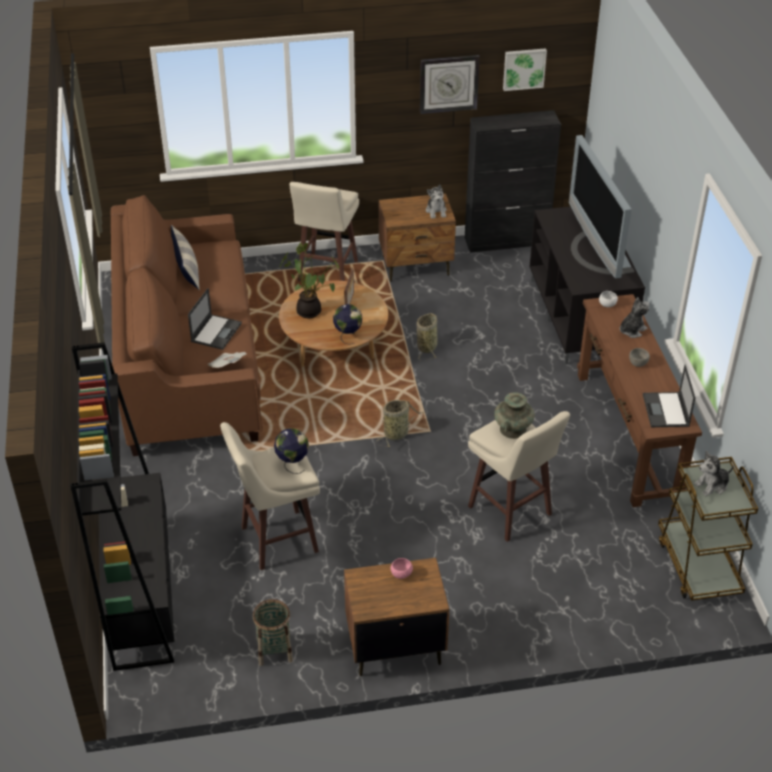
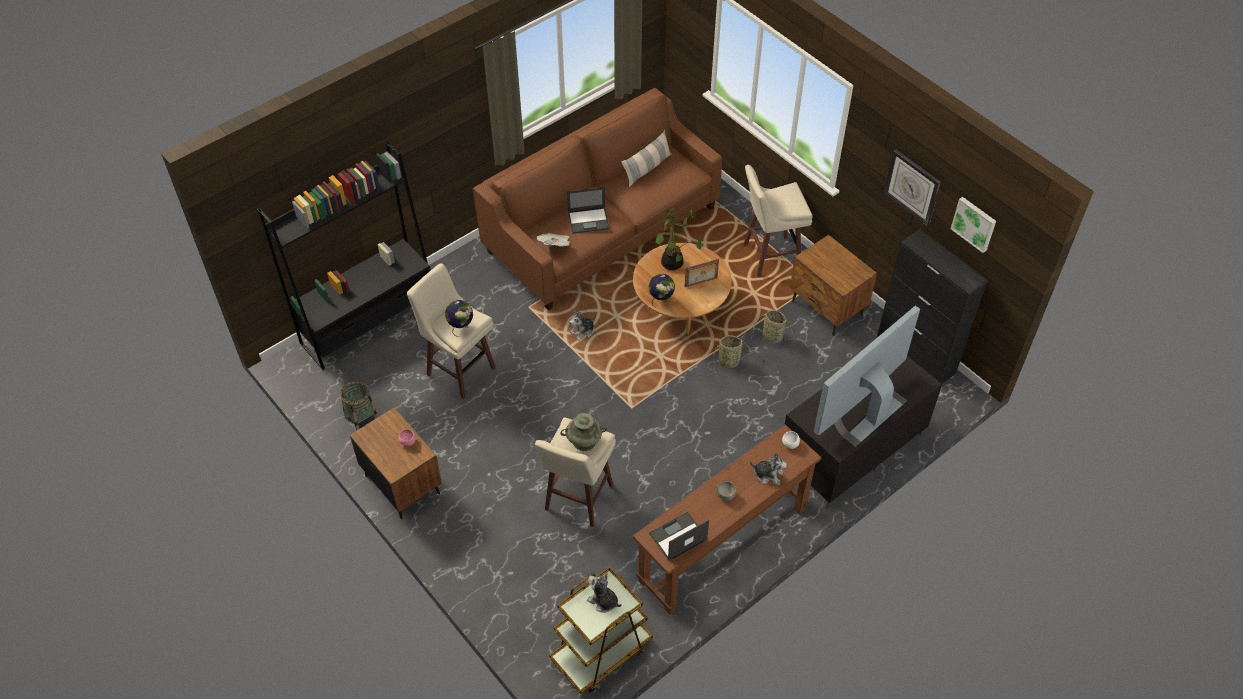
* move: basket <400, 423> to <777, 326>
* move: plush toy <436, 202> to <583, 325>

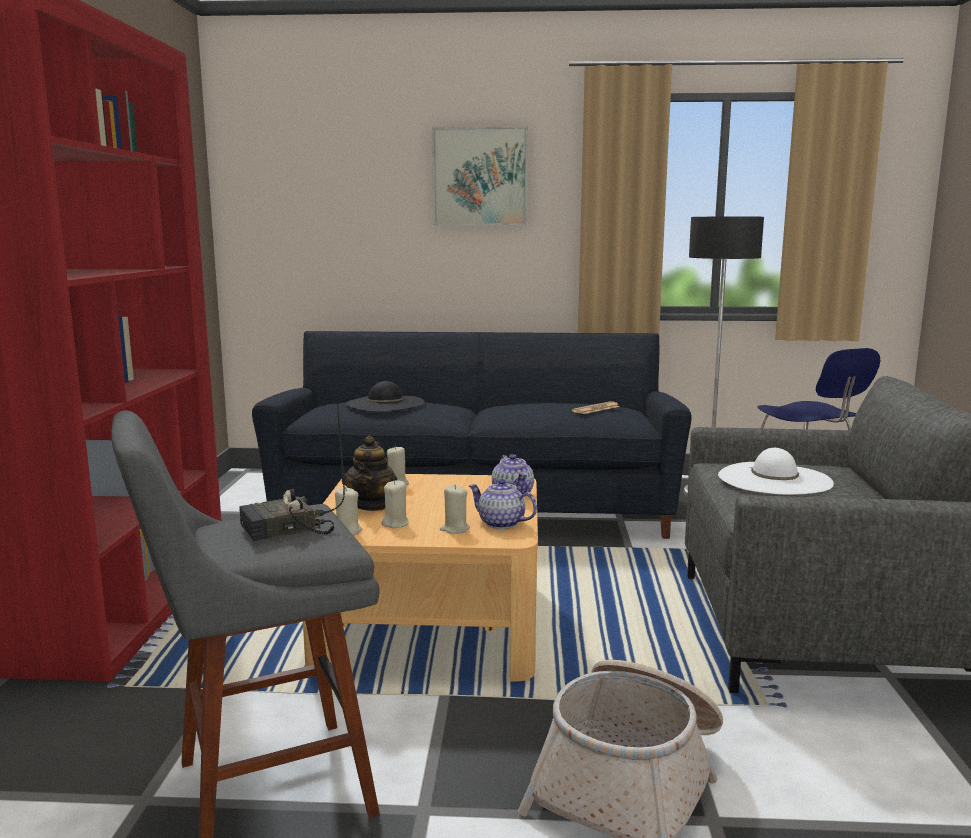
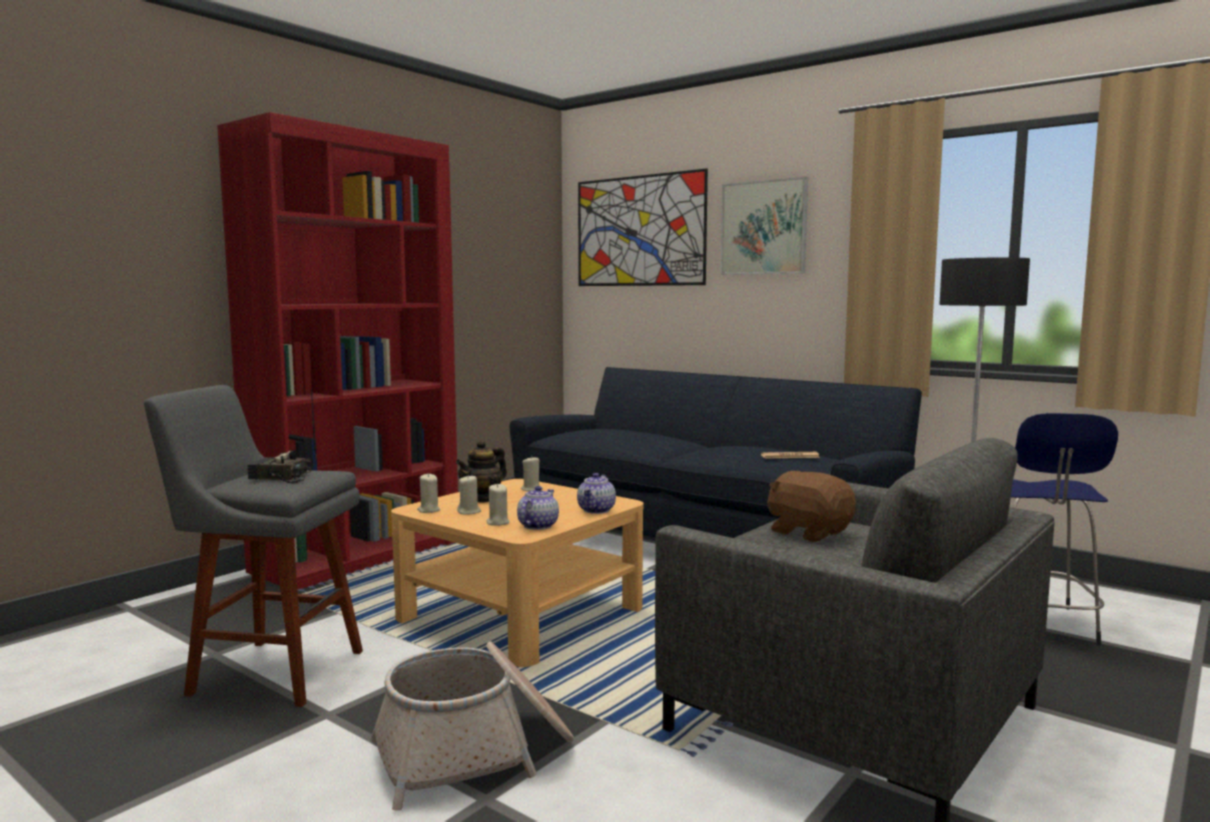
* delete: black hat <385, 396>
* insert: picture <643, 227>
* replace: white hat <776, 471> to brown plush toy <811, 506>
* rotate: teapot <502, 504> = <538, 508> 45 degrees clockwise

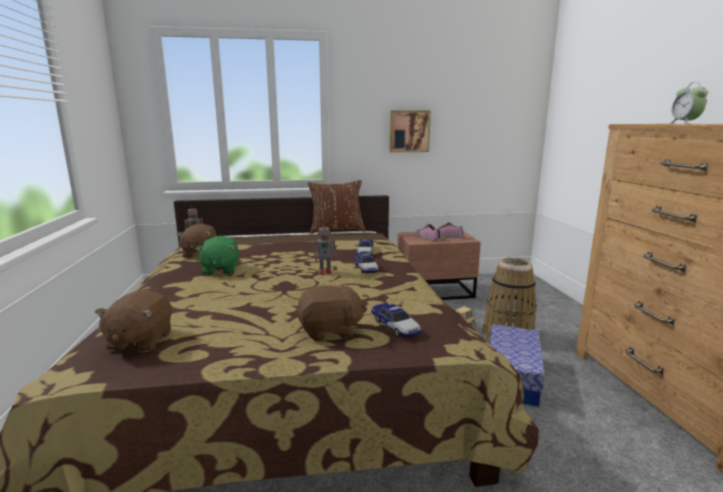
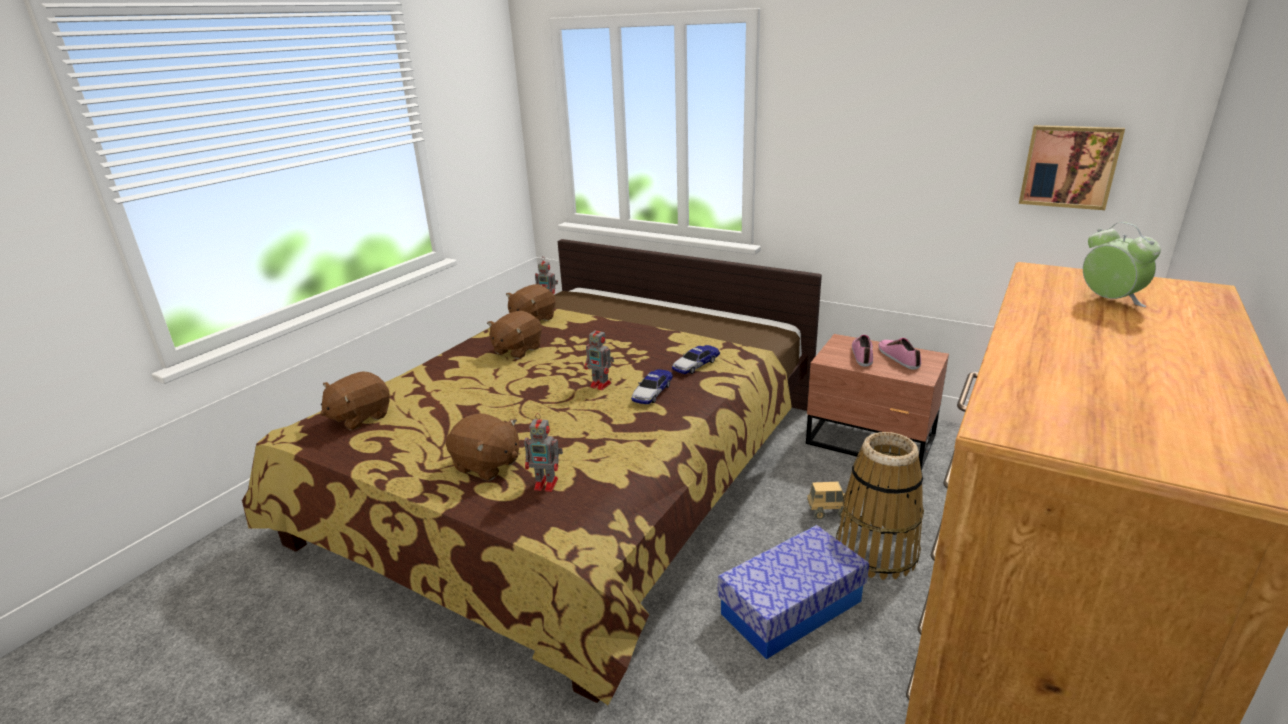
* delete: brown pillow <336, 207>
* move: picture <410, 131> to <1072, 167>
* replace: toy car <396, 320> to toy robot <543, 452>
* recolor: green plush toy <217, 255> to brown plush toy <514, 335>
* rotate: alarm clock <688, 103> = <1122, 264> 120 degrees clockwise

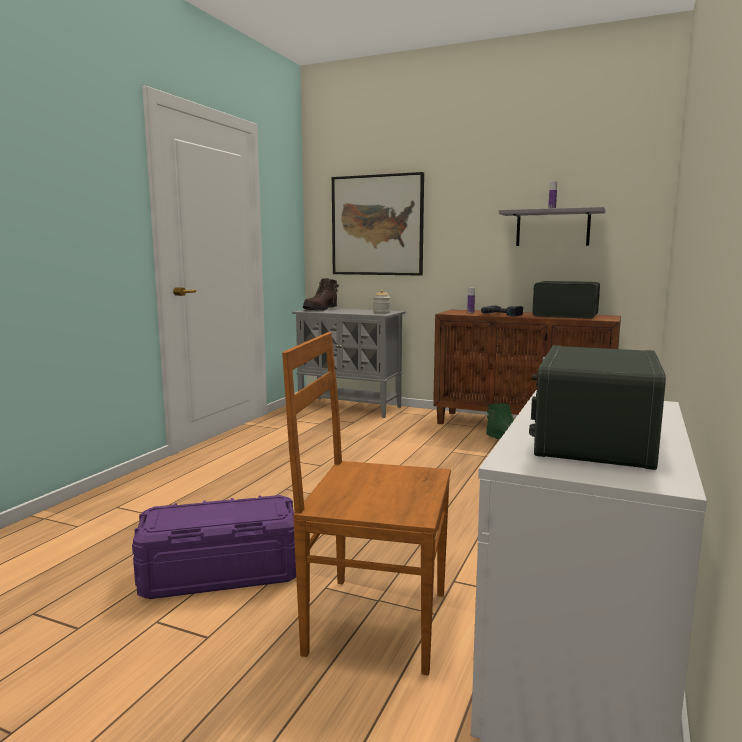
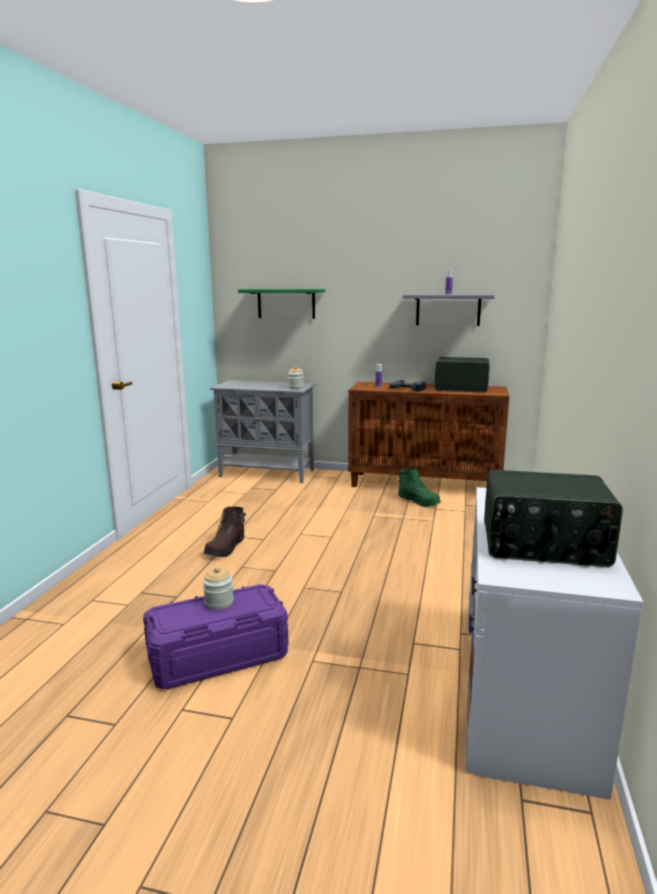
* delete: brown chair <366, 503>
* insert: jar <218, 588>
* move: brown boot <321, 294> to <225, 532>
* replace: picture <378, 224> to green shelf <281, 304>
* rotate: radio <597, 407> = <553, 518> 90 degrees counterclockwise

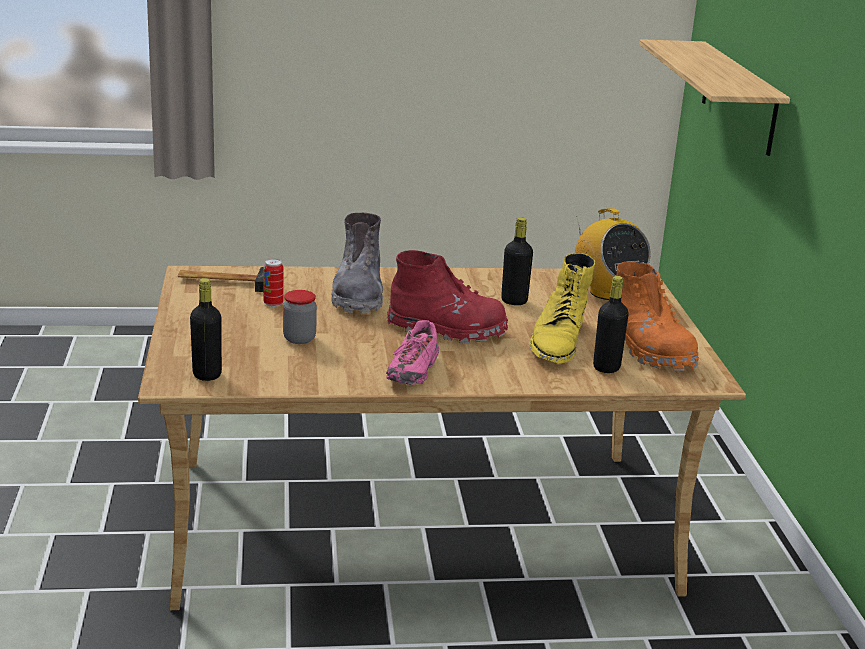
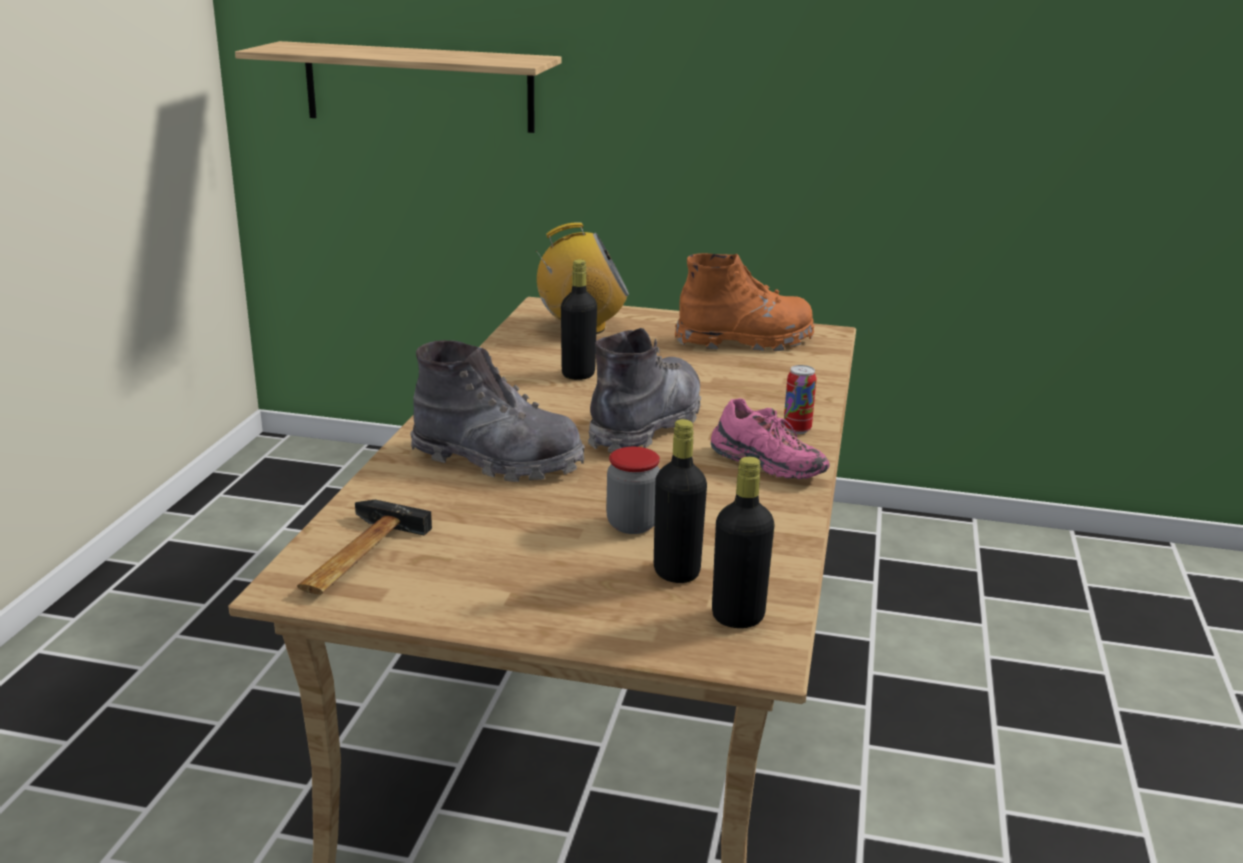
* delete: yellow boot <562, 308>
* move: can <273, 283> to <800, 399>
* move: black bottle <611, 324> to <680, 501>
* recolor: red boot <447, 297> to grey boot <644, 390>

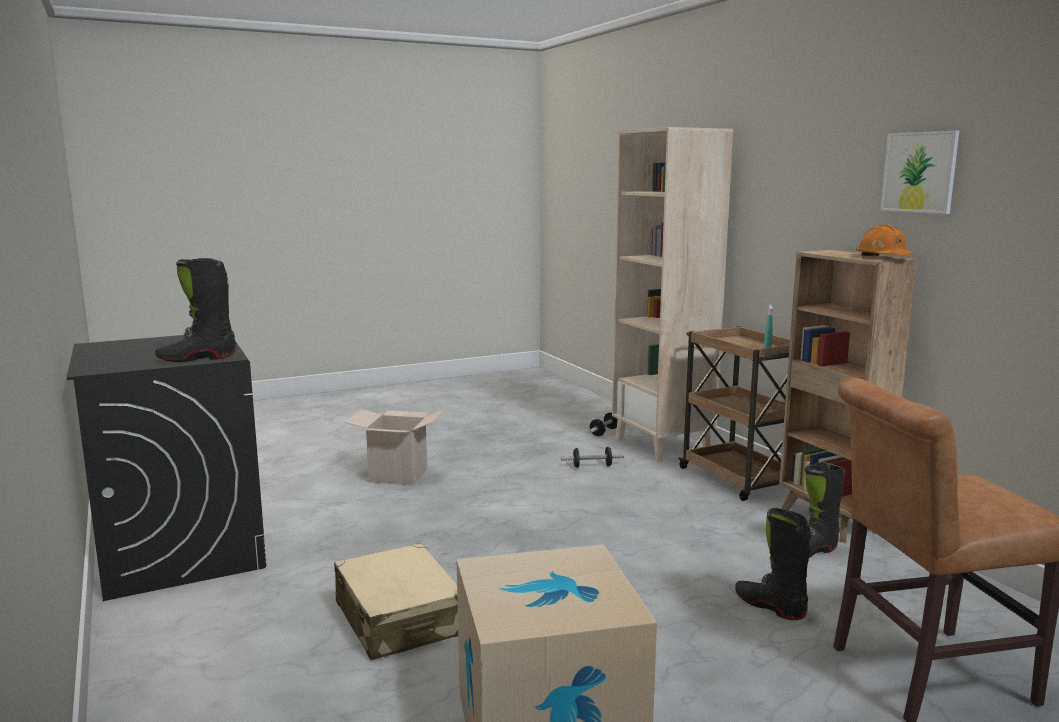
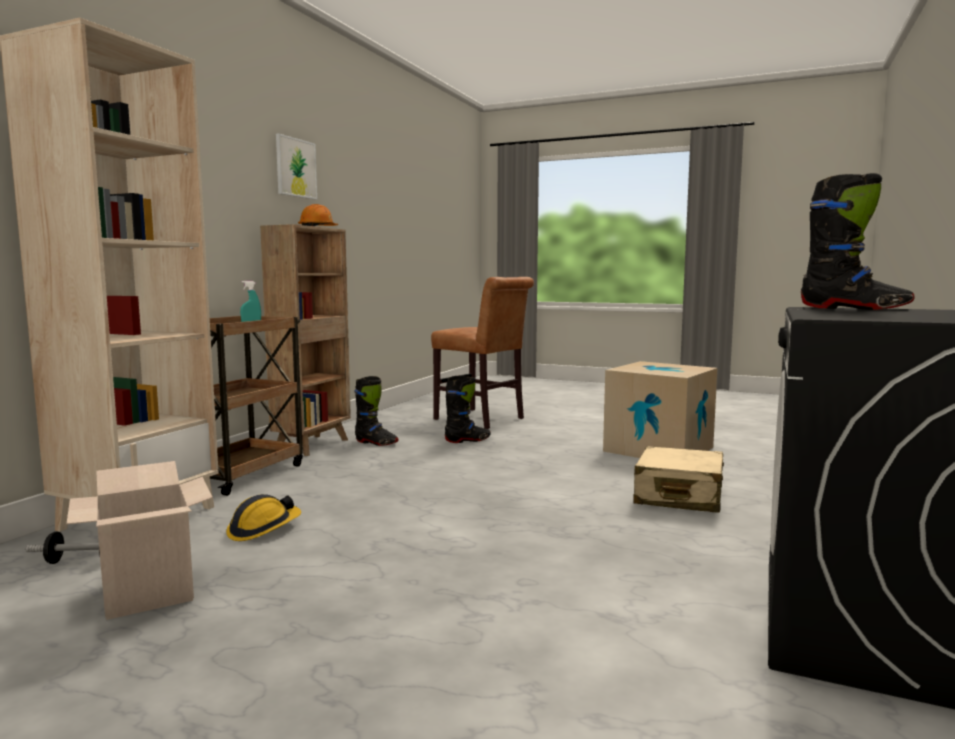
* move: cardboard box <394, 447> to <140, 540>
* replace: dumbbell <592, 457> to hard hat <263, 517>
* rotate: black boot <774, 564> = <468, 409> 120 degrees counterclockwise

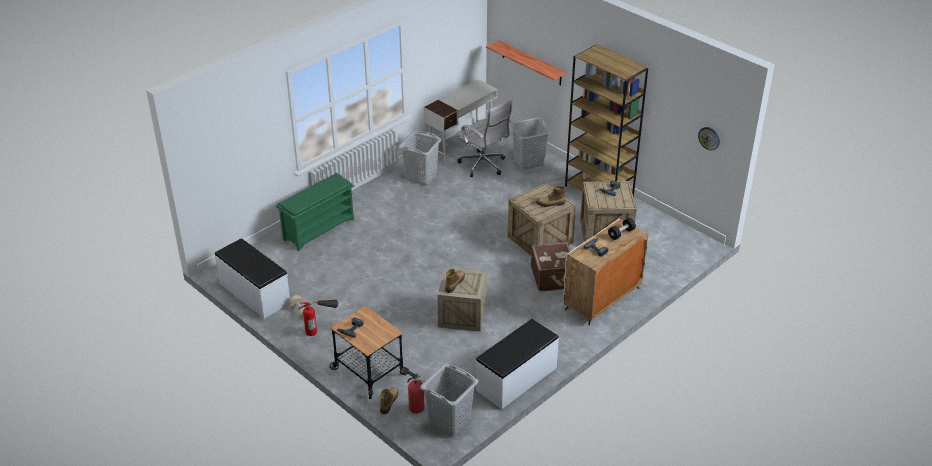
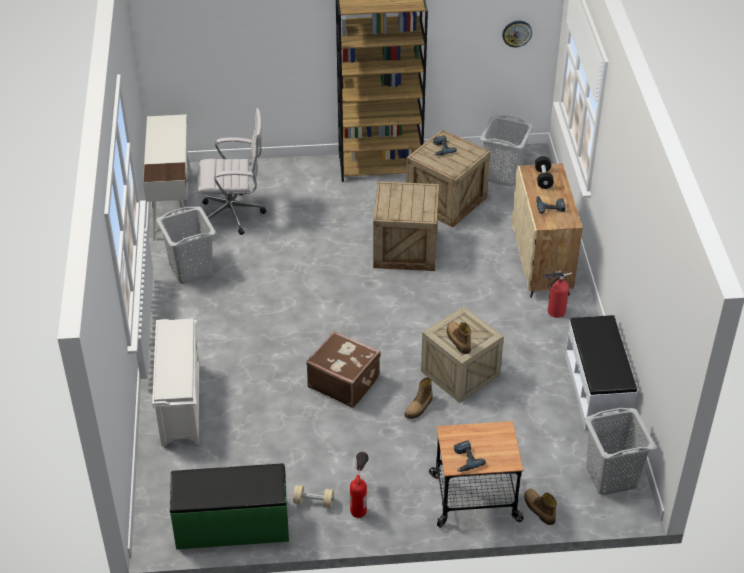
* delete: shelf <526, 63>
* move: fire extinguisher <412, 390> to <557, 294>
* move: grey laundry basket <530, 143> to <506, 151>
* move: brown suitcase <550, 266> to <343, 369>
* move: boot <550, 196> to <418, 398>
* recolor: white bench <252, 278> to green bench <229, 506>
* recolor: green shoe rack <315, 212> to white shoe rack <176, 382>

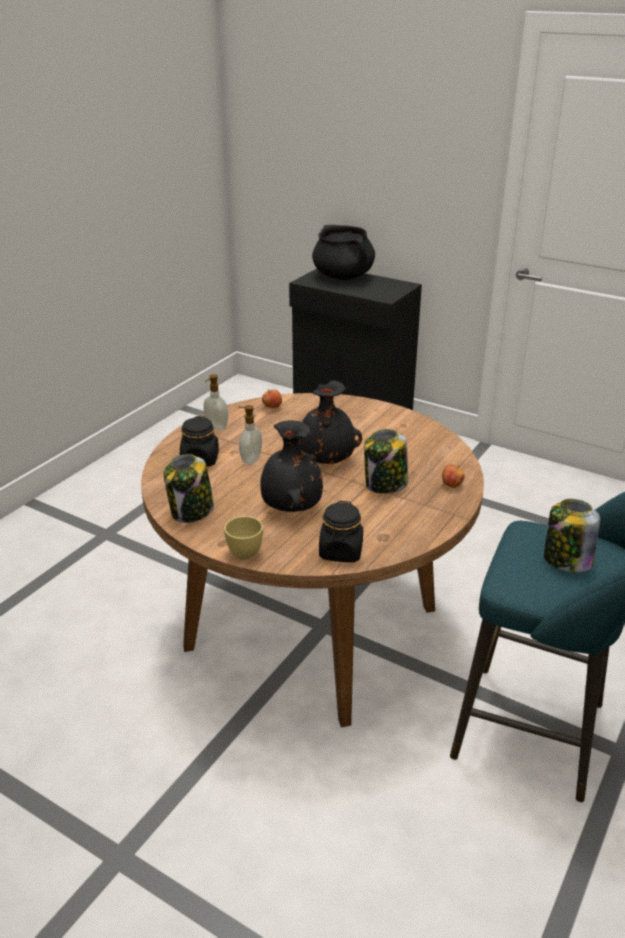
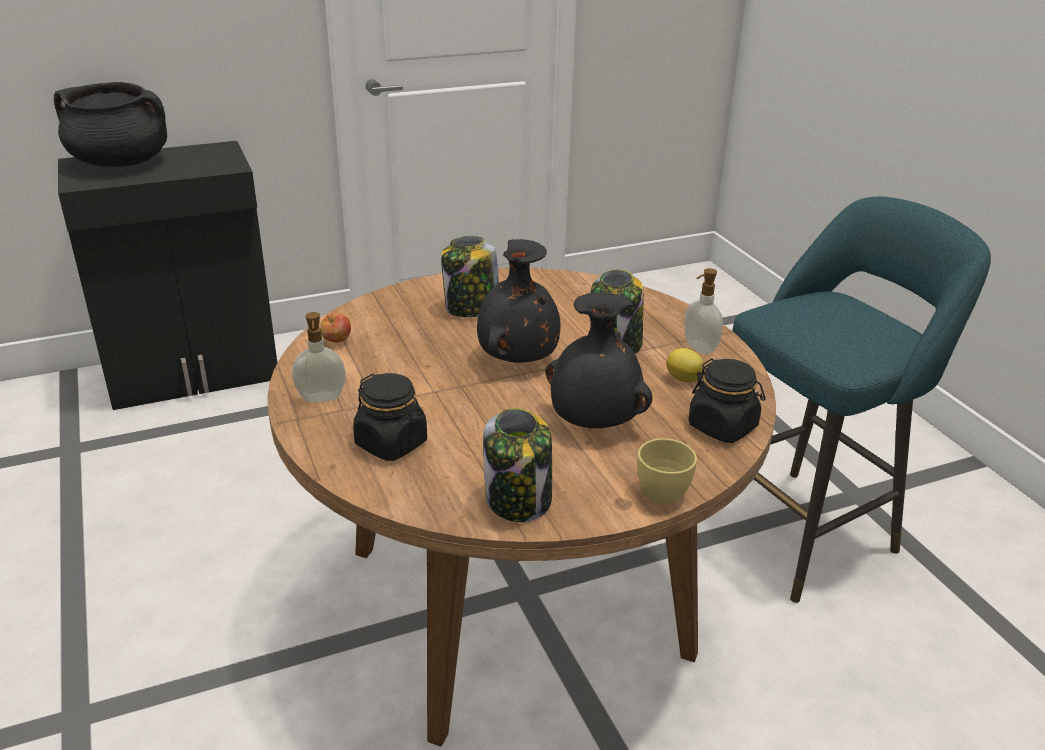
* delete: apple <453, 476>
* insert: lemon <685, 365>
* move: soap dispenser <250, 435> to <703, 311>
* move: jar <572, 536> to <470, 276>

